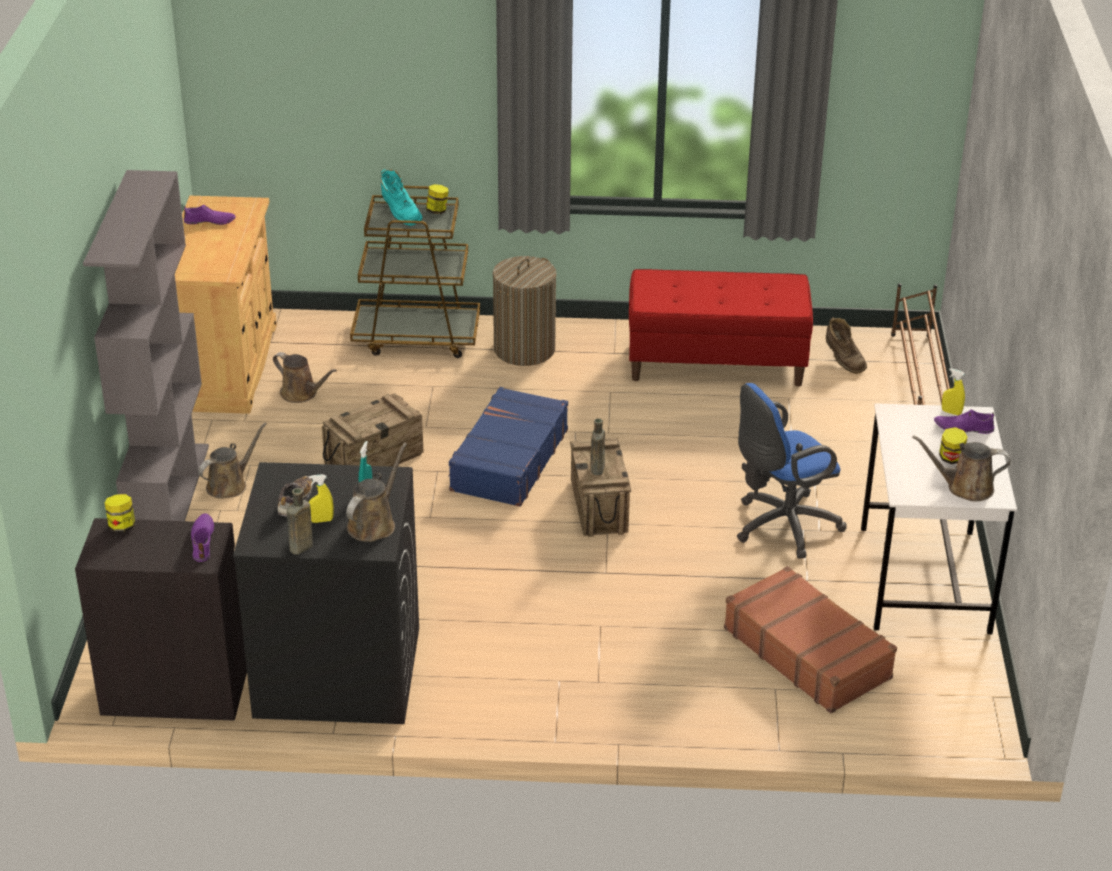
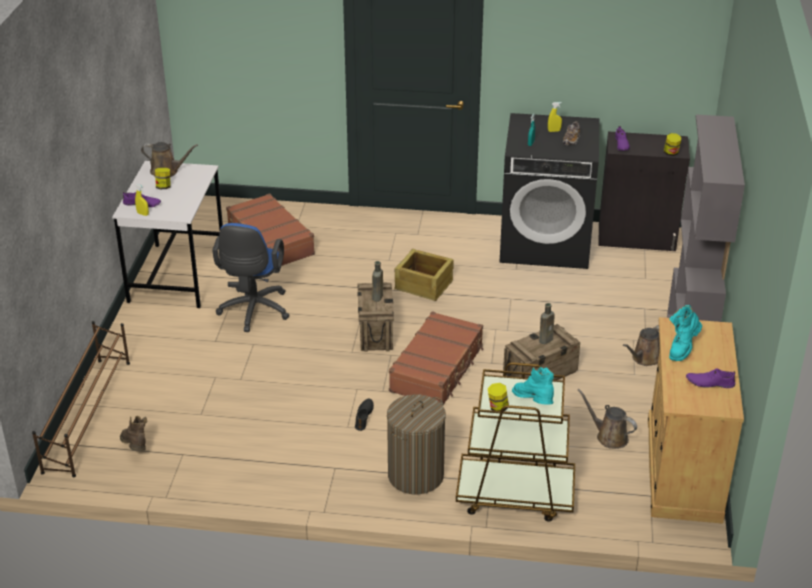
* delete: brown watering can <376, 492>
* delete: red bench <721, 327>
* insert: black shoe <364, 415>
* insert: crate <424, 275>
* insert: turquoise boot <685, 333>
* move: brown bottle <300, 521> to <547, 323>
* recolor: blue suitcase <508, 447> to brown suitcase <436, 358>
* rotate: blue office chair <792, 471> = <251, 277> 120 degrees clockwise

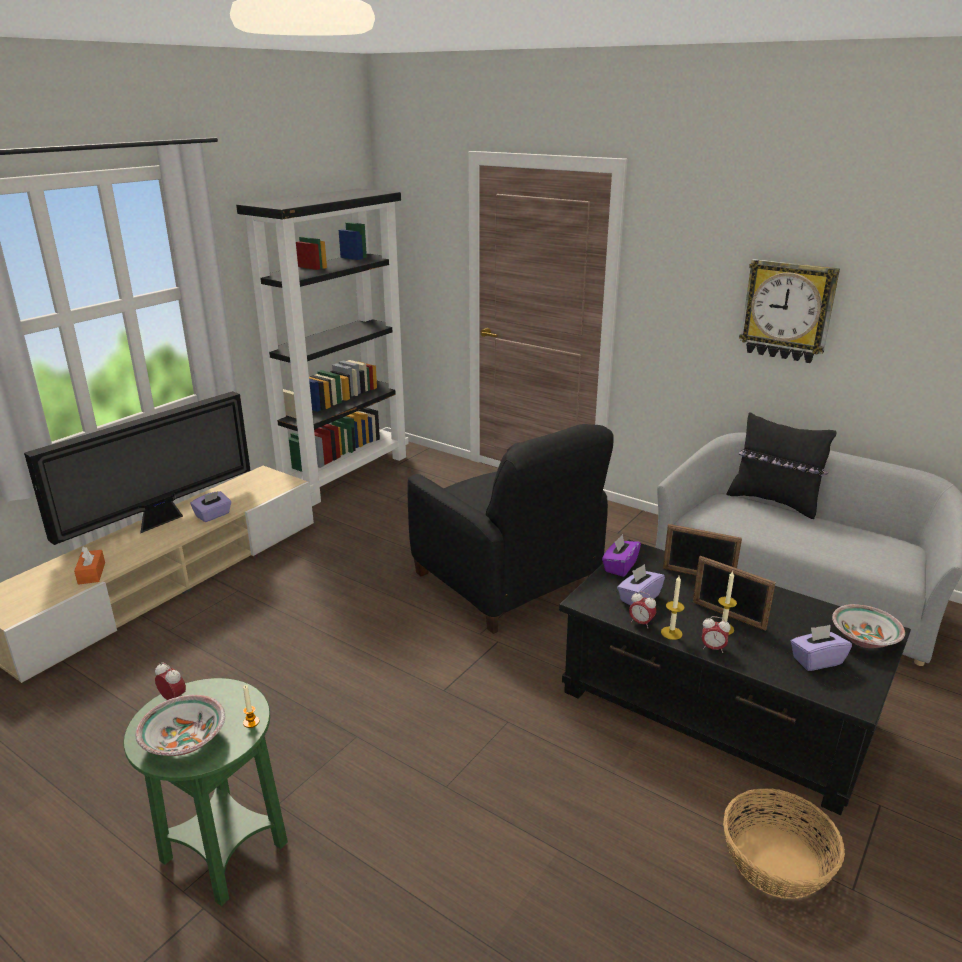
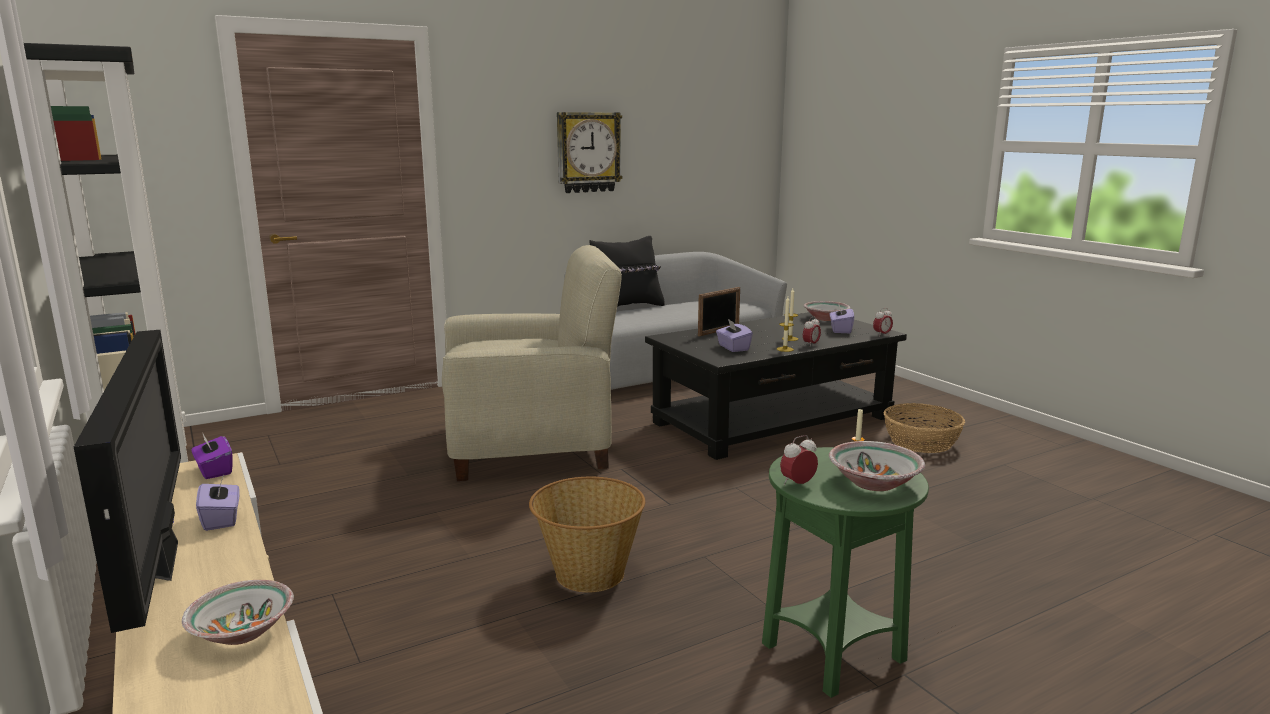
* delete: picture frame <734, 593>
* insert: basket <587, 535>
* move: purple tissue box <621, 555> to <212, 456>
* move: alarm clock <642, 609> to <883, 322>
* replace: orange tissue box <89, 565> to bowl <238, 612>
* recolor: black armchair <511, 529> to beige armchair <532, 363>

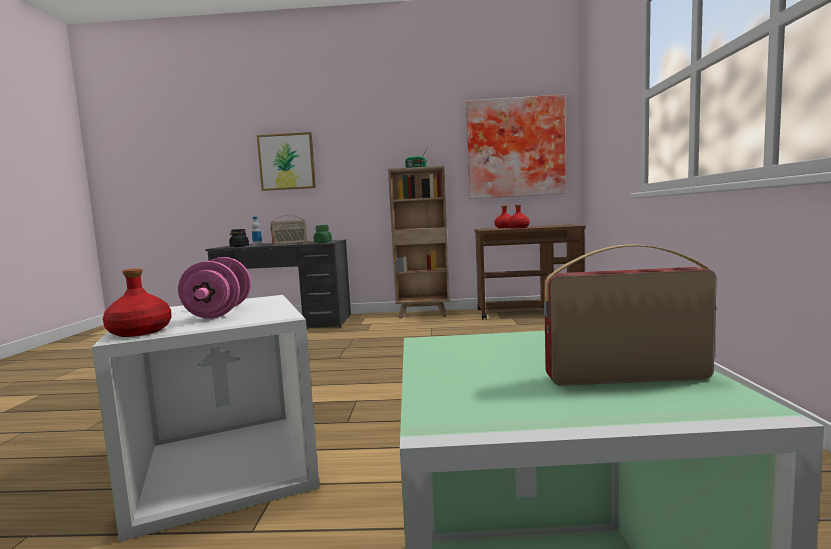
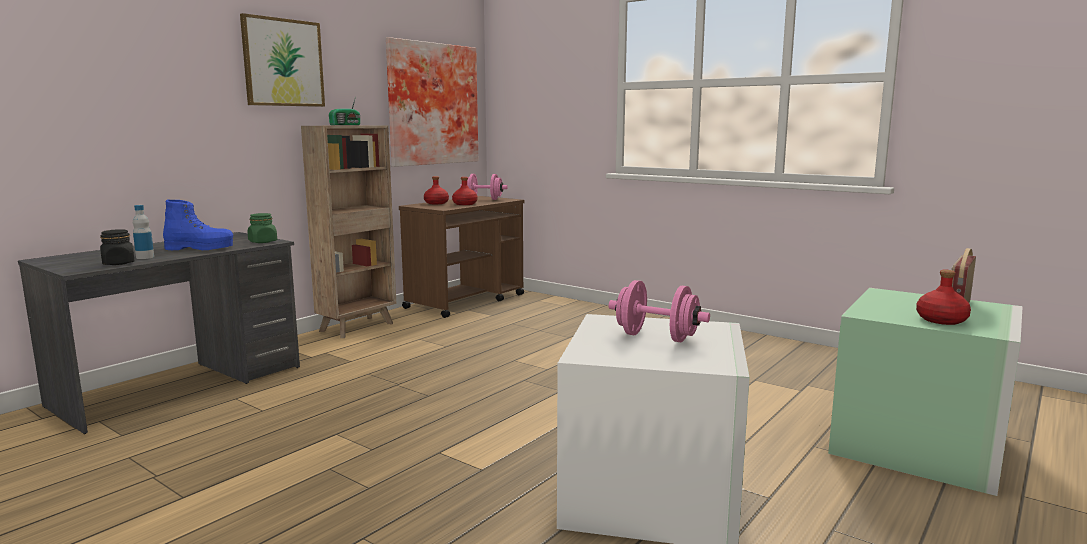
* insert: pink dumbbell <483, 187>
* move: red bottle <137, 302> to <943, 297>
* move: picture <286, 161> to <282, 60>
* replace: radio <288, 230> to blue boot <198, 225>

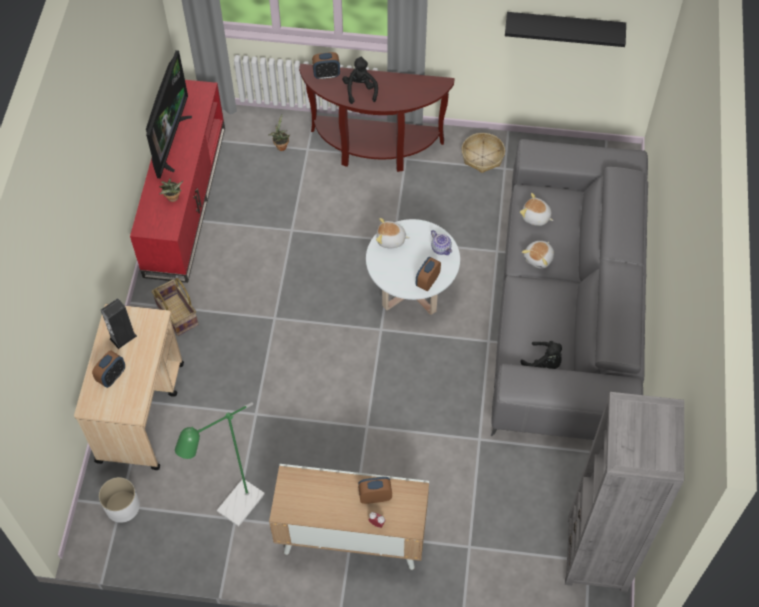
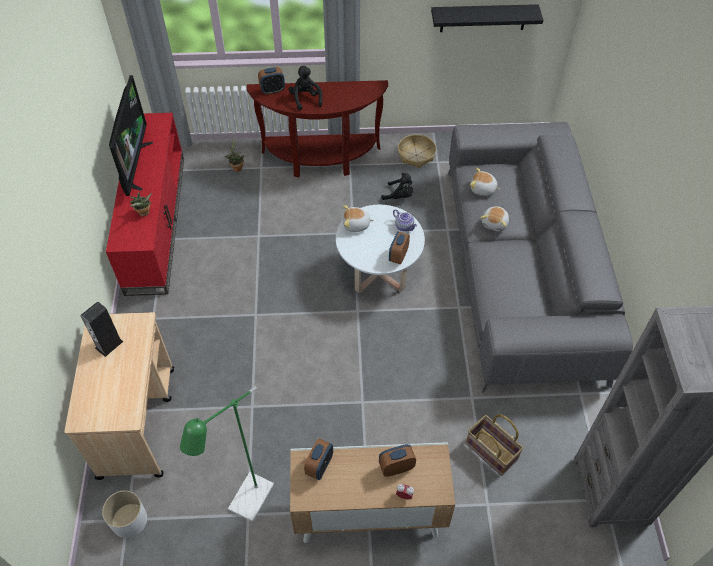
* move: alarm clock <108, 369> to <318, 459>
* move: basket <175, 307> to <495, 445>
* move: black plush toy <541, 355> to <397, 186>

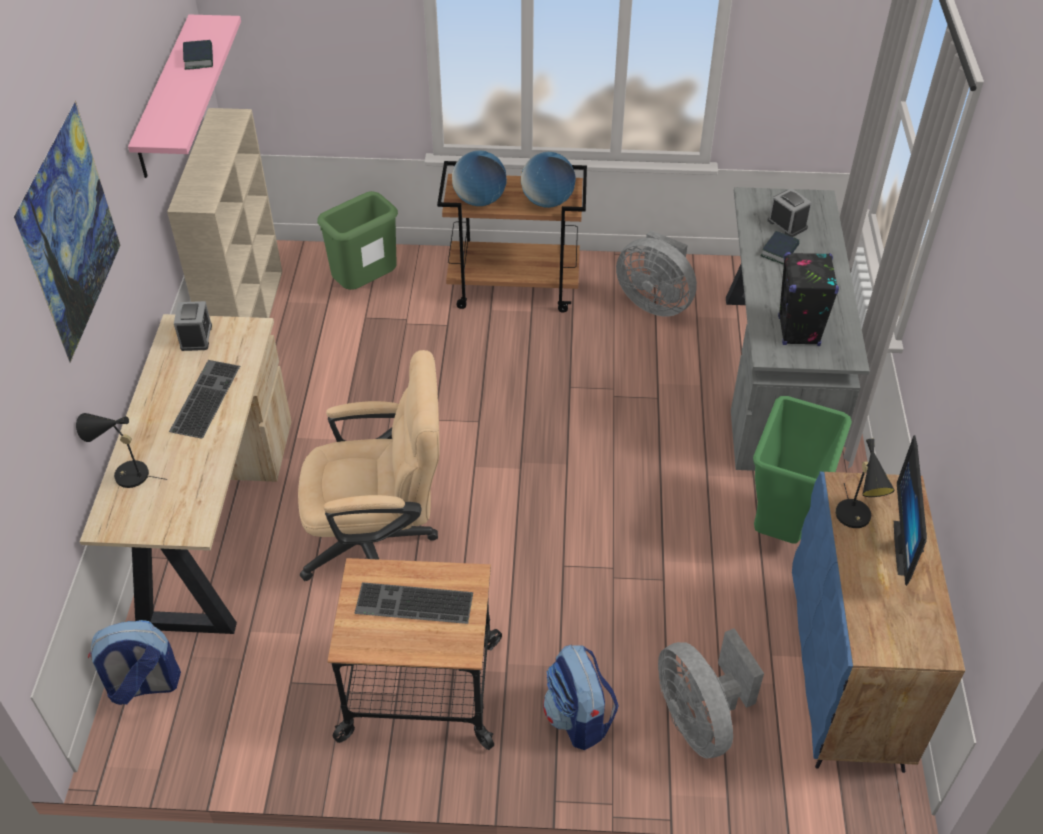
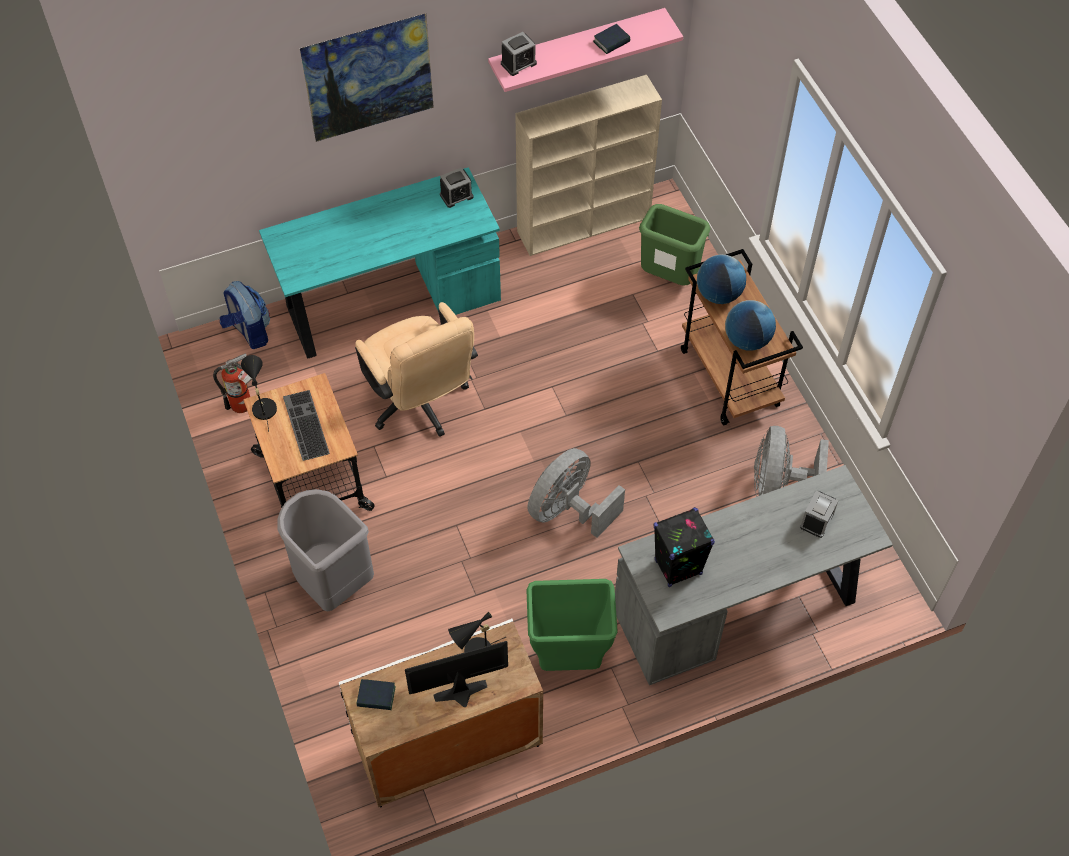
* delete: keyboard <204, 399>
* insert: fire extinguisher <232, 383>
* insert: alarm clock <519, 54>
* move: black table lamp <121, 450> to <259, 393>
* move: grey fan <711, 693> to <576, 493>
* move: book <780, 248> to <376, 694>
* replace: backpack <581, 697> to grey trash can <325, 550>
* recolor: beige desk <186, 474> to turquoise desk <380, 263>
* recolor: blue cabinet <878, 622> to white cabinet <441, 713>

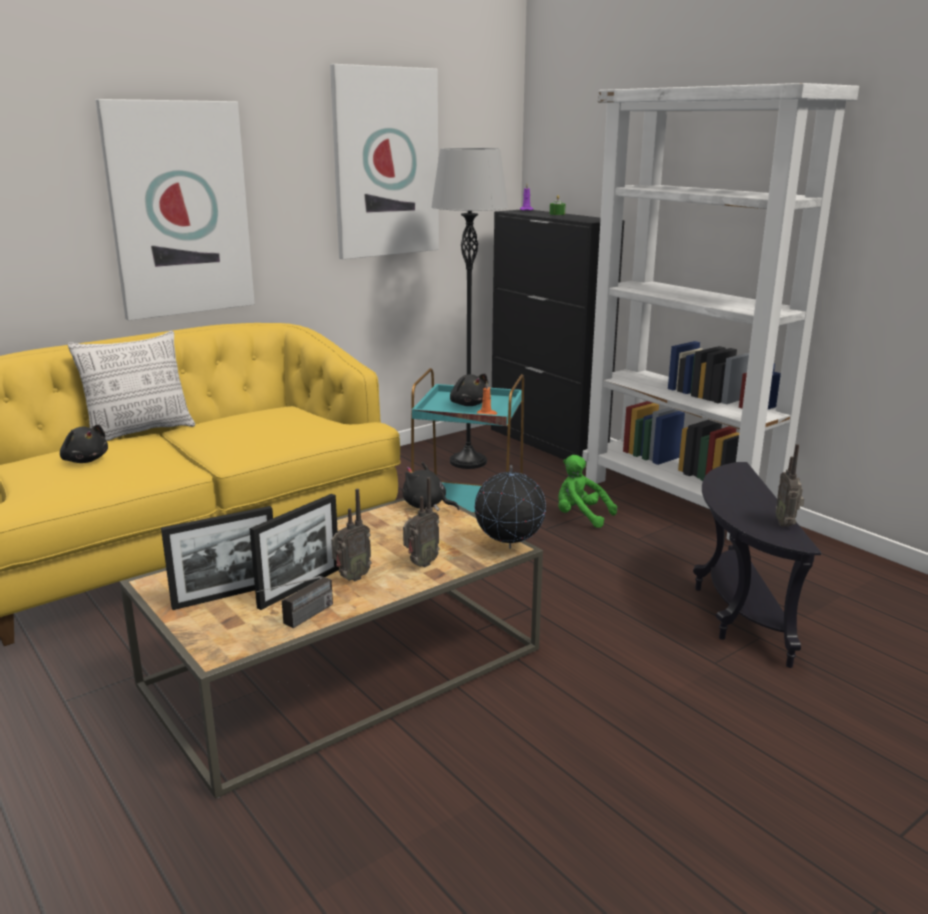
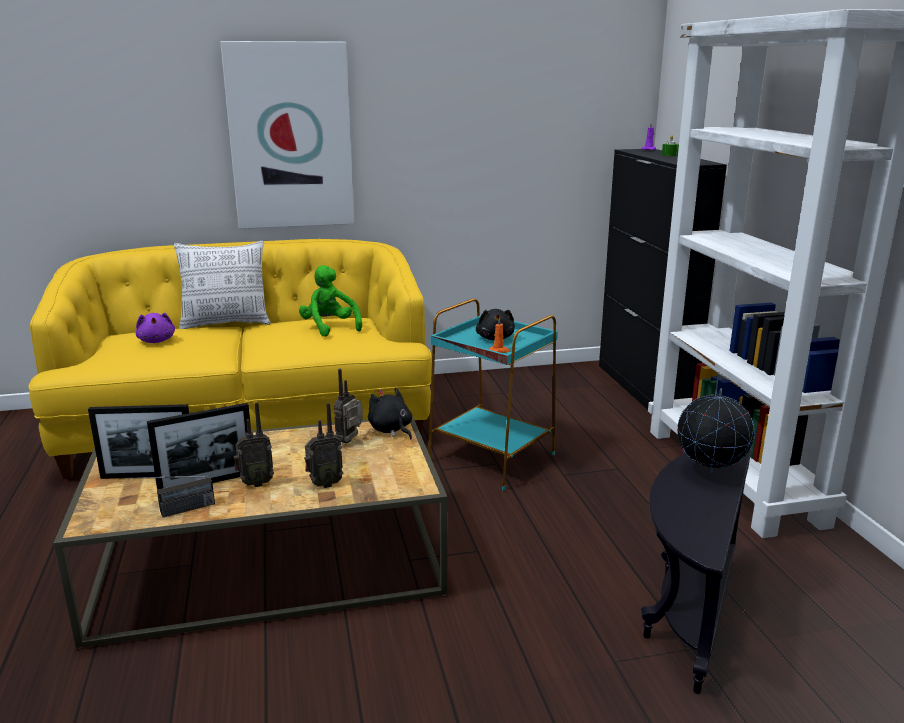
* delete: picture <384, 161>
* delete: grey floor lamp <469, 308>
* move: globe <510, 507> to <716, 430>
* move: green plush toy <587, 491> to <330, 301>
* move: radio <790, 485> to <348, 406>
* recolor: black plush toy <84, 443> to purple plush toy <155, 328>

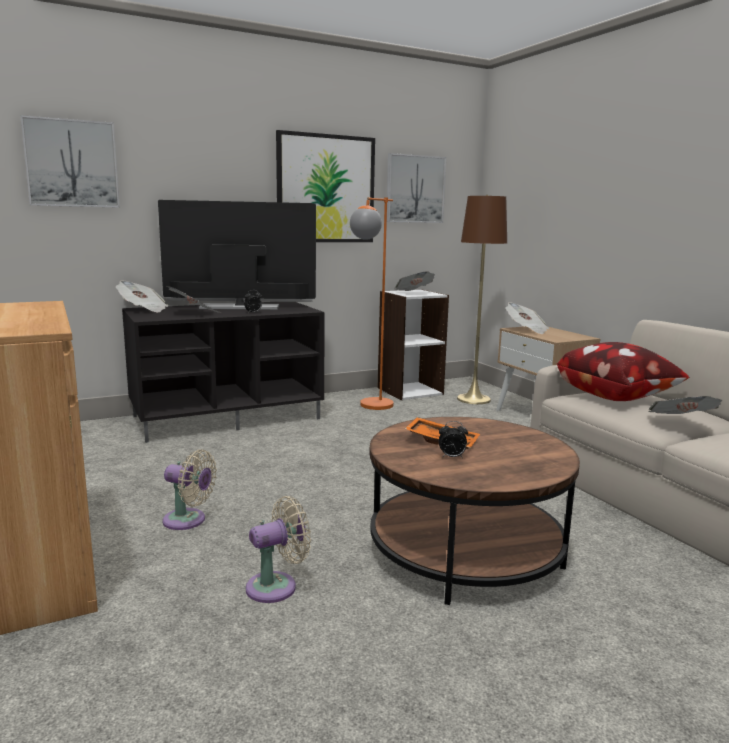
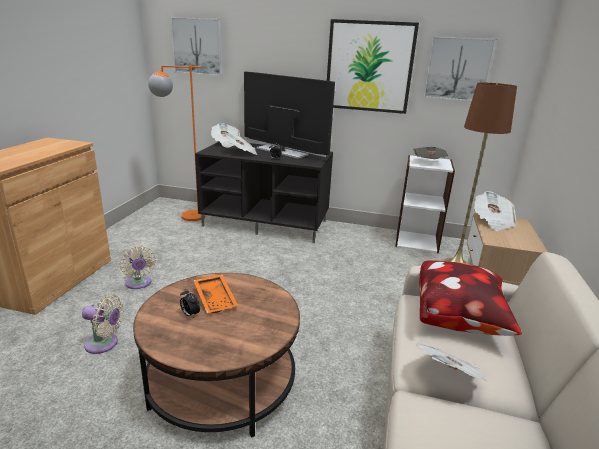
* move: orange floor lamp <372, 303> to <176, 143>

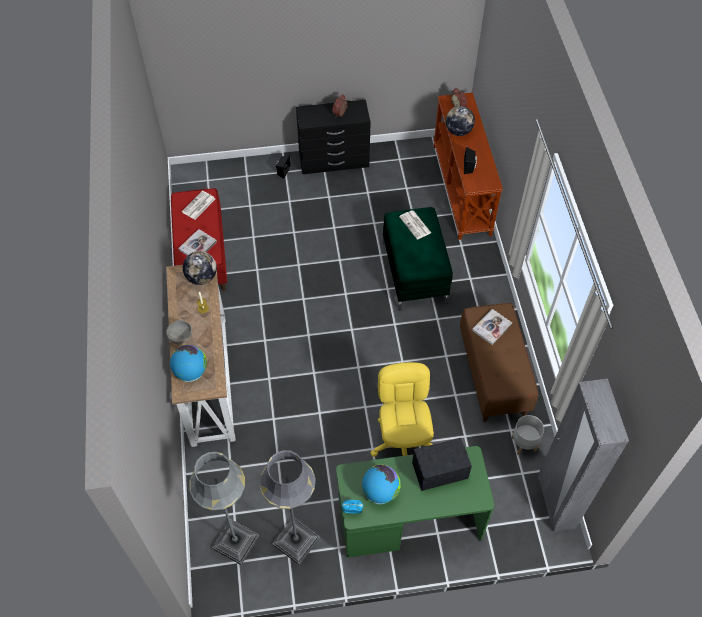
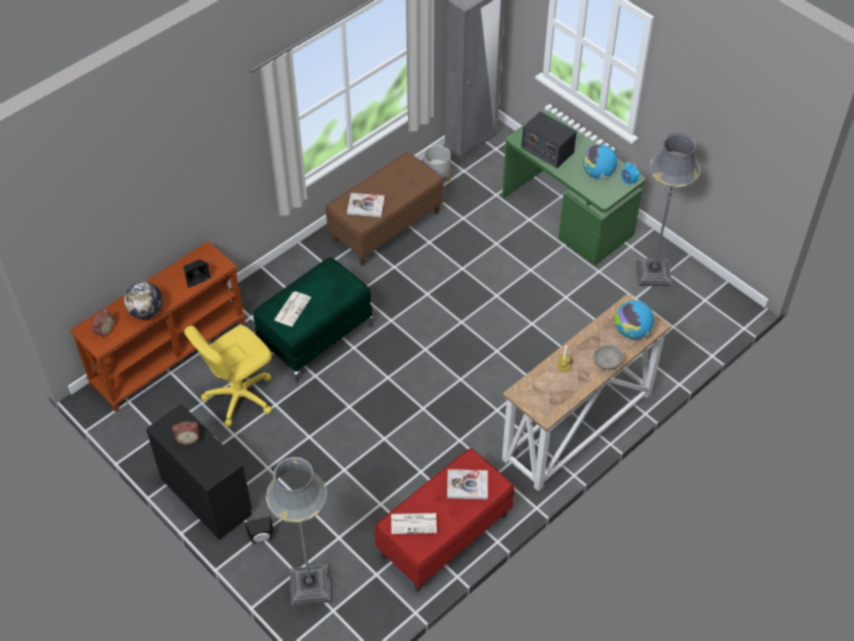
* delete: globe <200, 268>
* move: grey floor lamp <224, 508> to <298, 531>
* move: yellow office chair <402, 409> to <228, 376>

